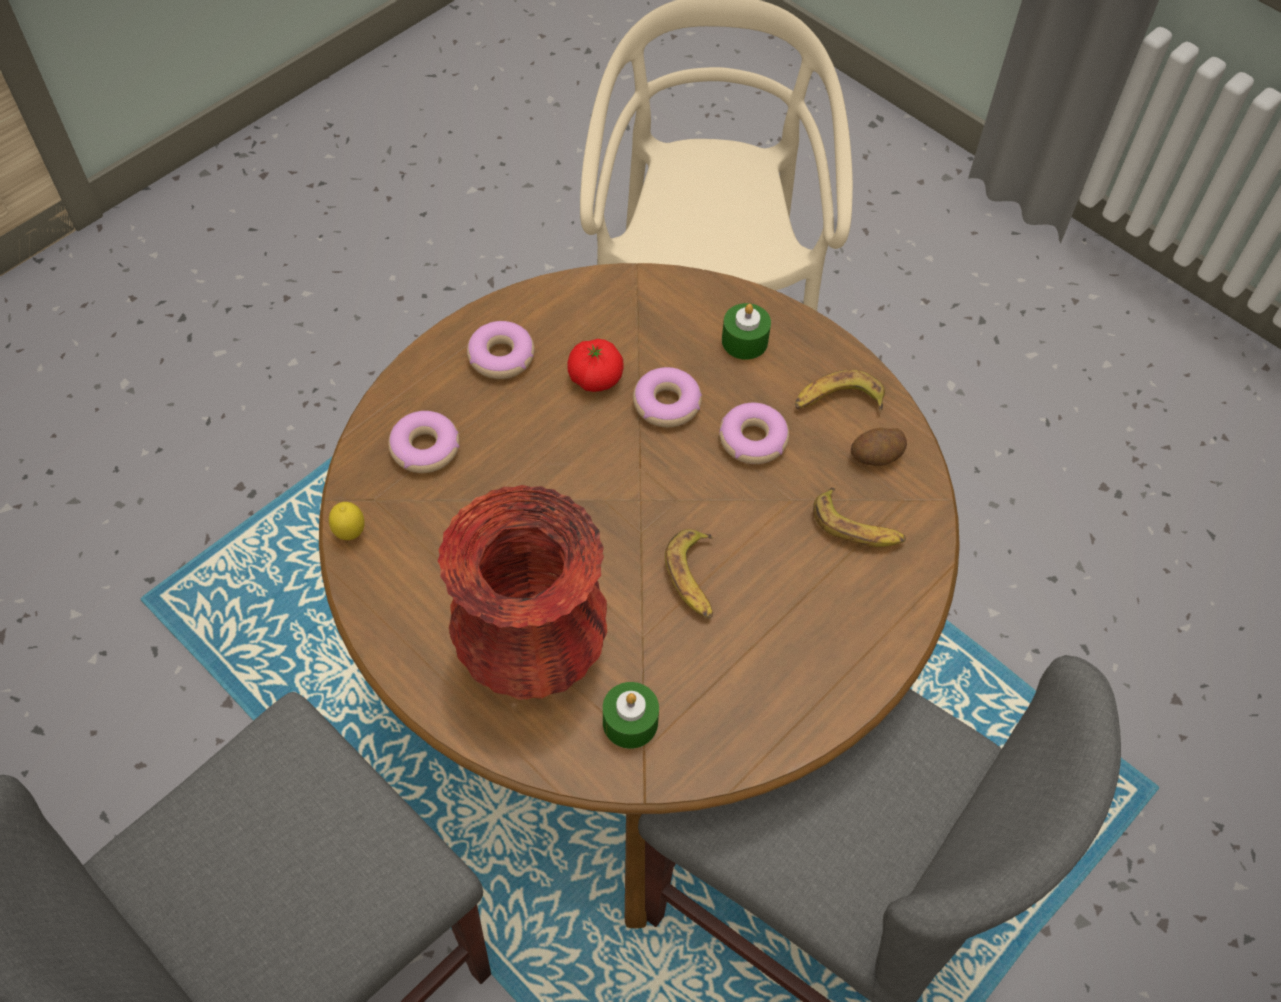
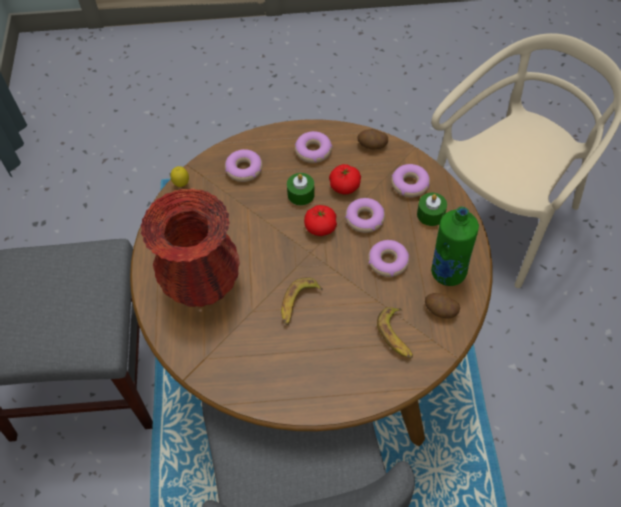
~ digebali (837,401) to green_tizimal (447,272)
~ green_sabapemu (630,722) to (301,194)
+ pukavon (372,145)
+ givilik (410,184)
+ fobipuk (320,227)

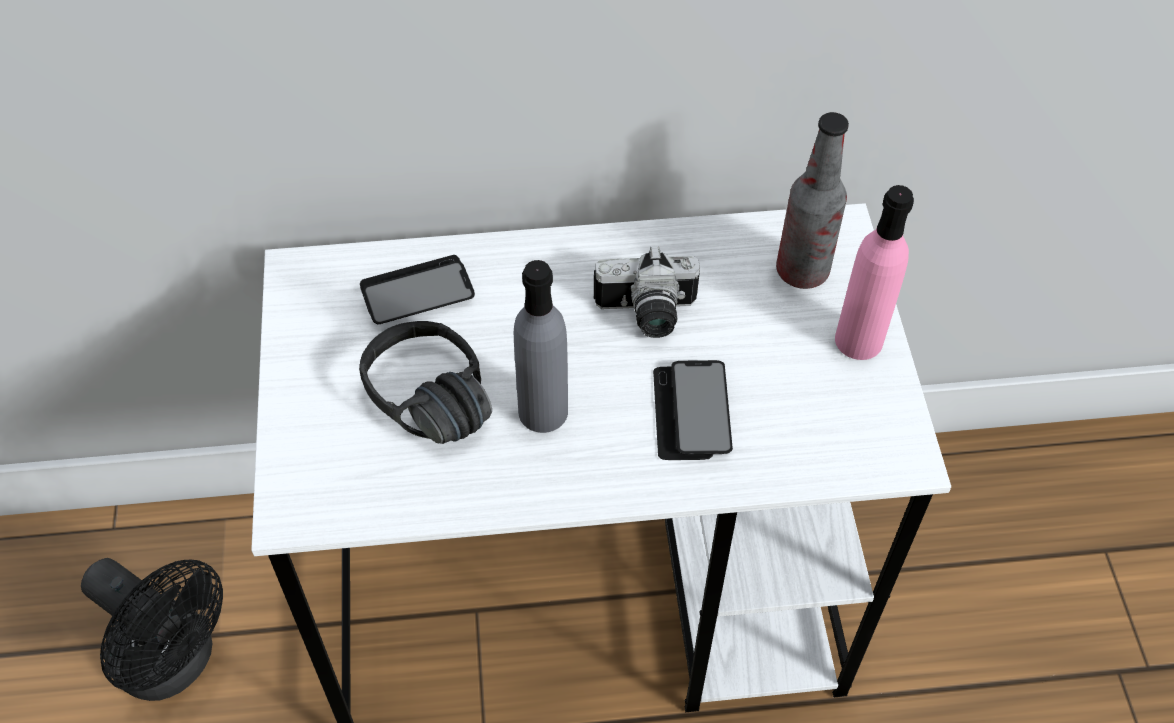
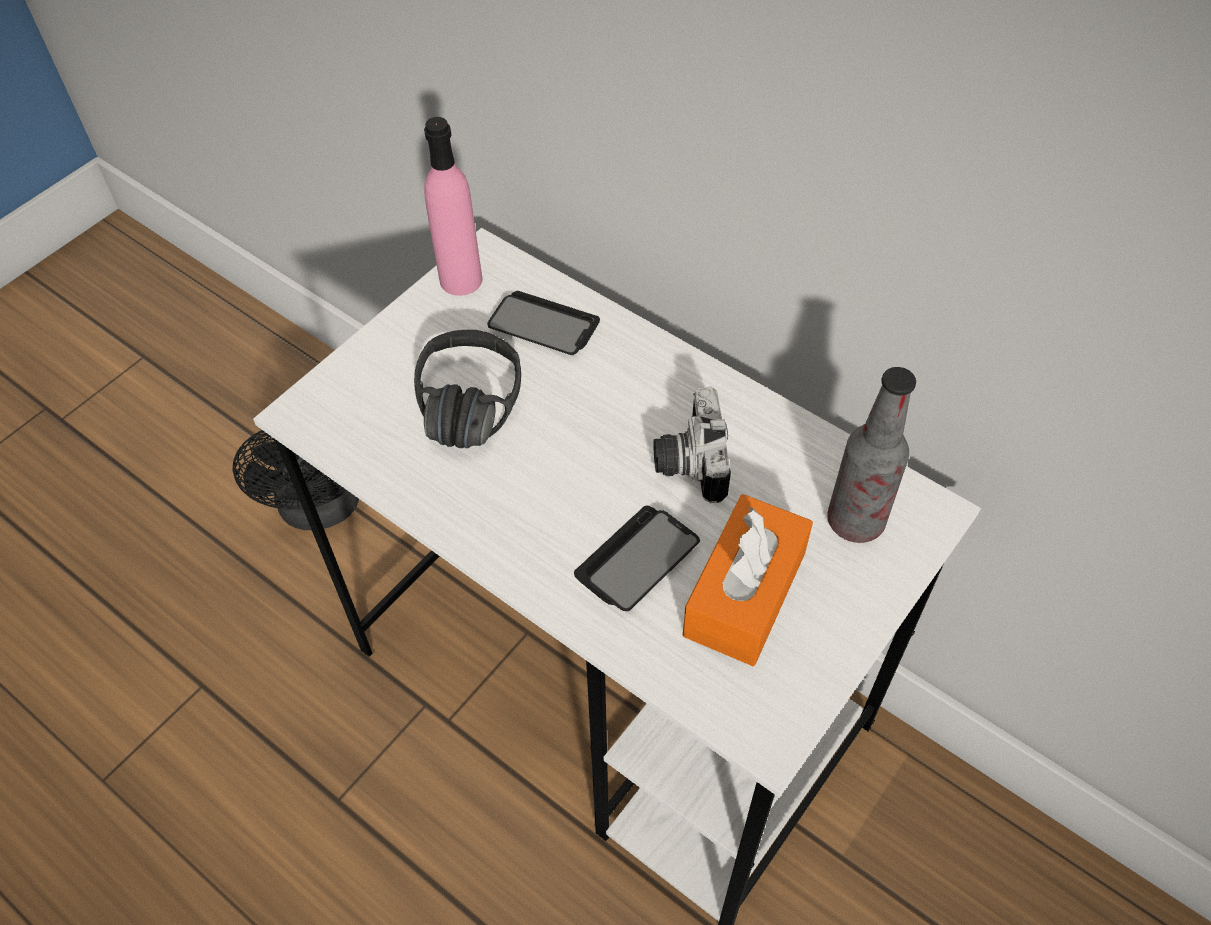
~ pink_tizimal (858,340) to (461,280)
~ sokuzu (646,315) = (688,462) 45 degrees clockwise
- grey_tizimal (543,411)
+ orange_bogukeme (745,594)

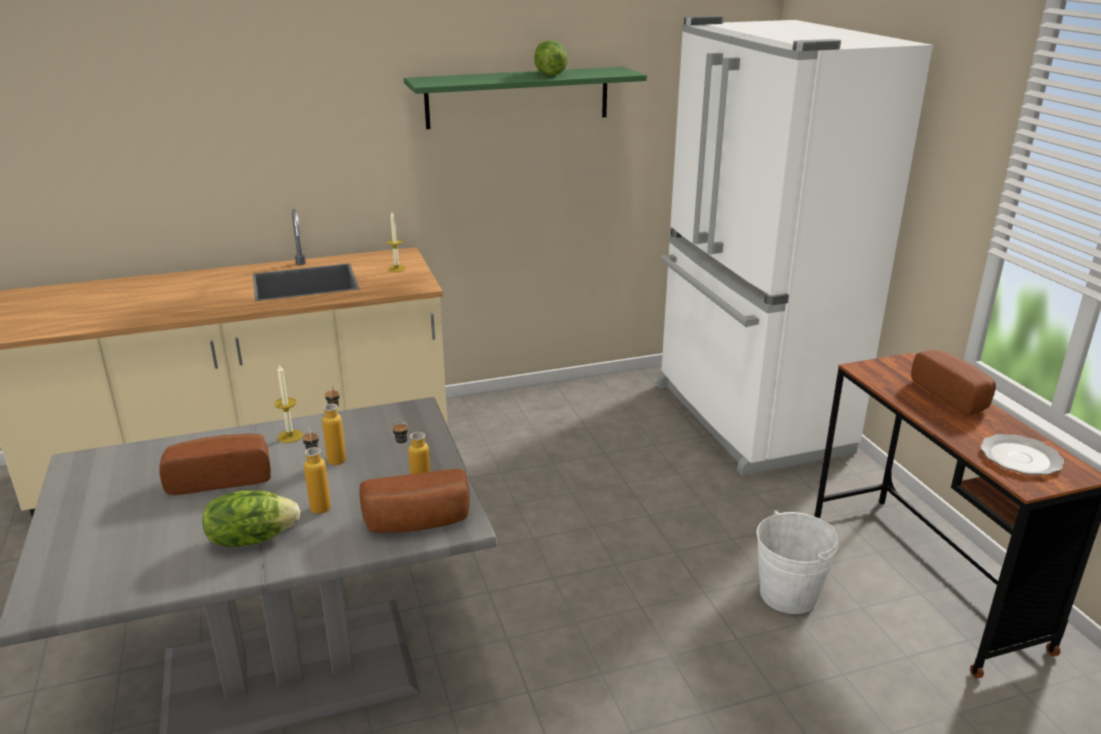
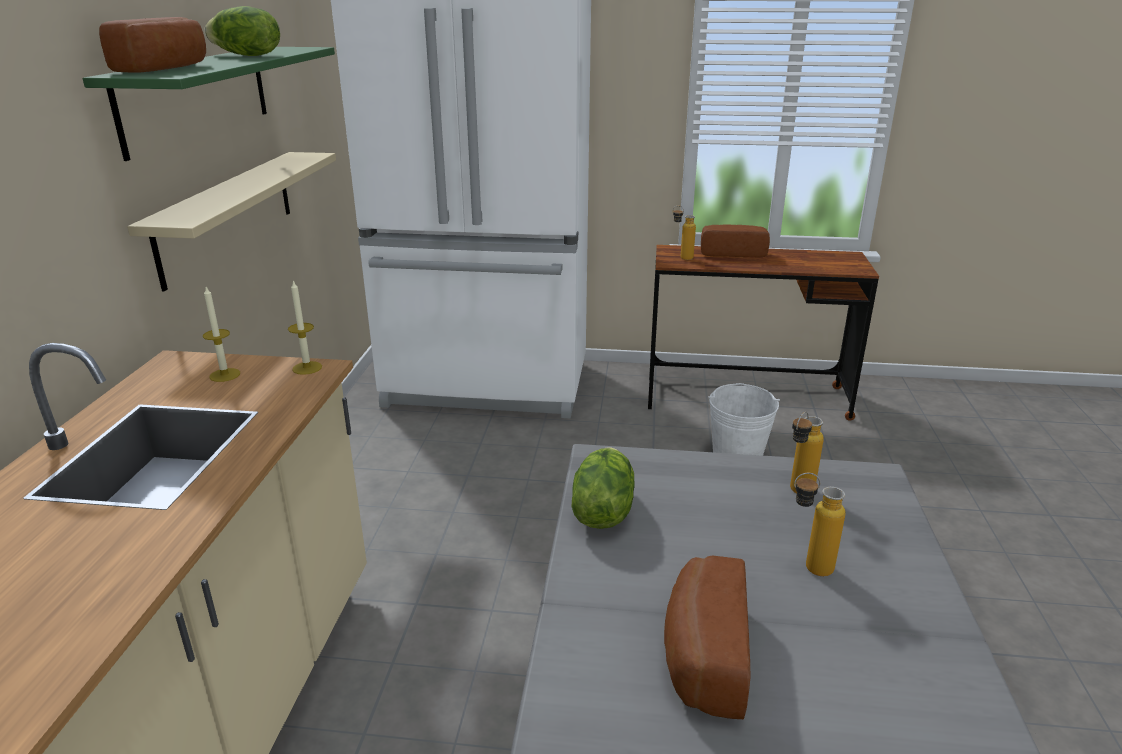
~ sabapemu (290,436) to (307,368)
~ tizimal (338,456) to (681,257)
- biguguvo (1021,458)
~ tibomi (418,523) to (168,68)
~ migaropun (251,538) to (601,511)
+ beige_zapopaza (228,215)

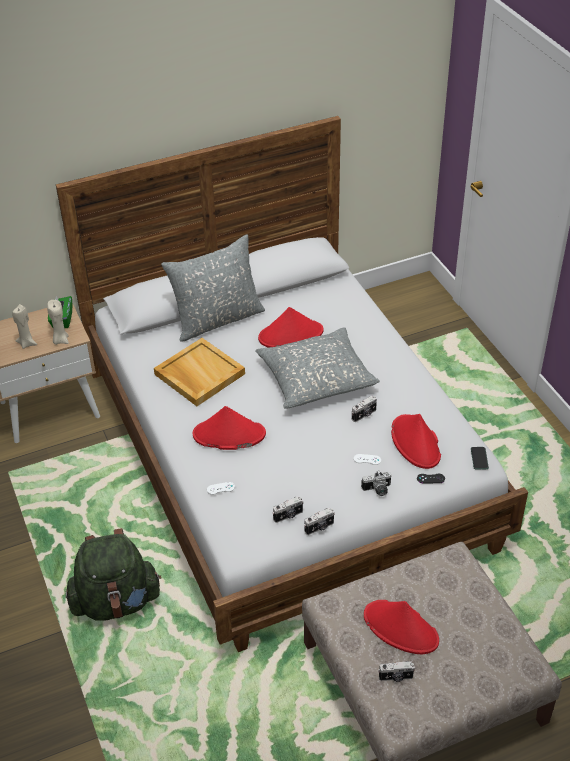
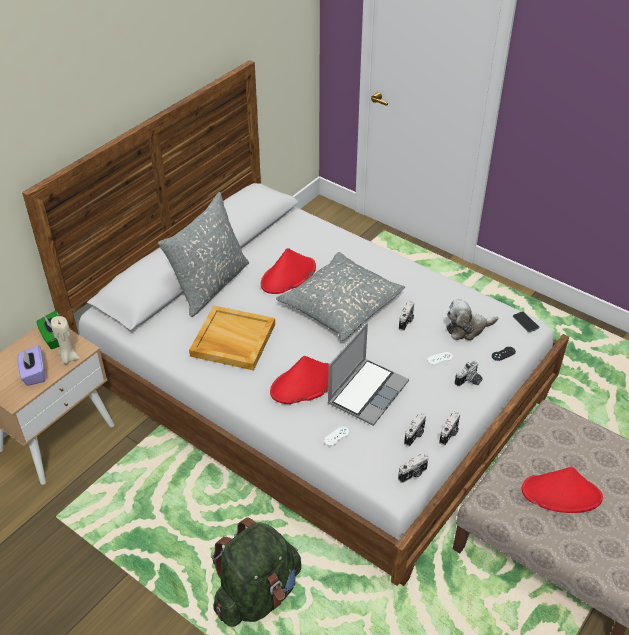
~ beige_sabapemu (27,343) to purple_bogukeme (34,374)
~ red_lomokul (416,442) to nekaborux (467,328)
~ sokuzu (396,677) to (413,474)
+ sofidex (367,392)

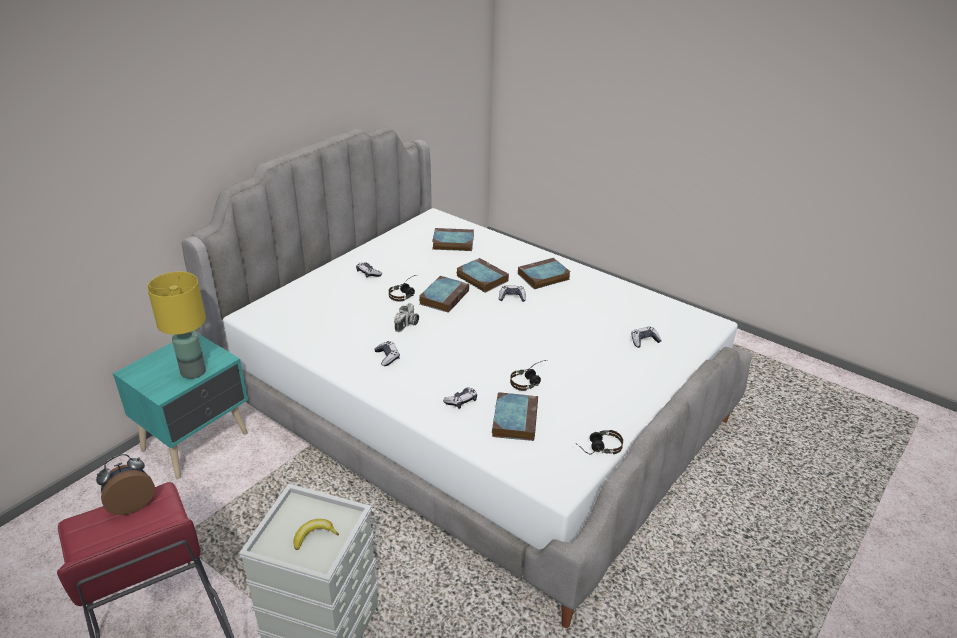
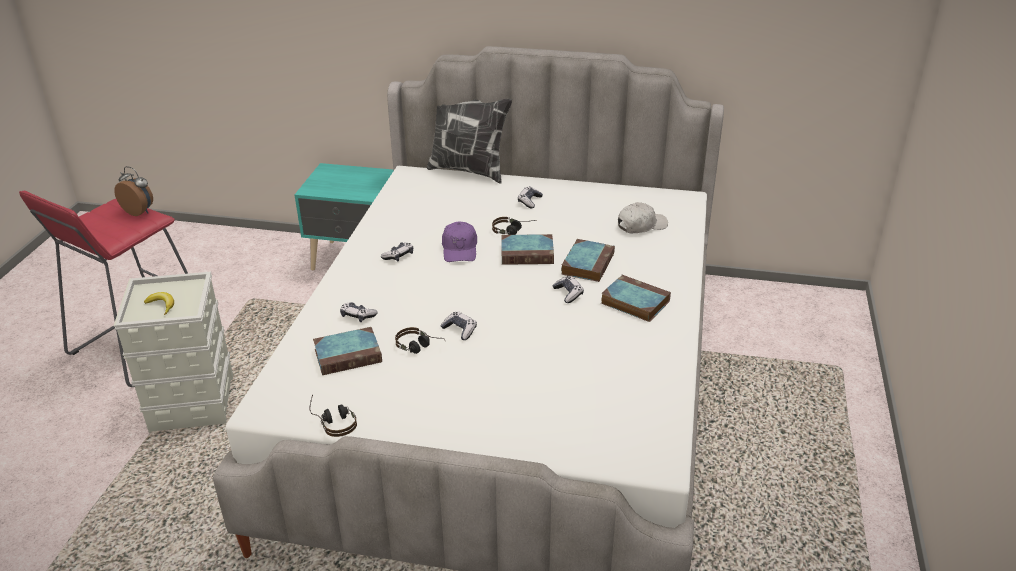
~ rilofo (452,243) to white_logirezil (641,225)
- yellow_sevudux (194,371)
~ sokuzu (407,324) to purple_logirezil (460,249)
~ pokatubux (644,341) to (460,330)
+ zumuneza (467,170)

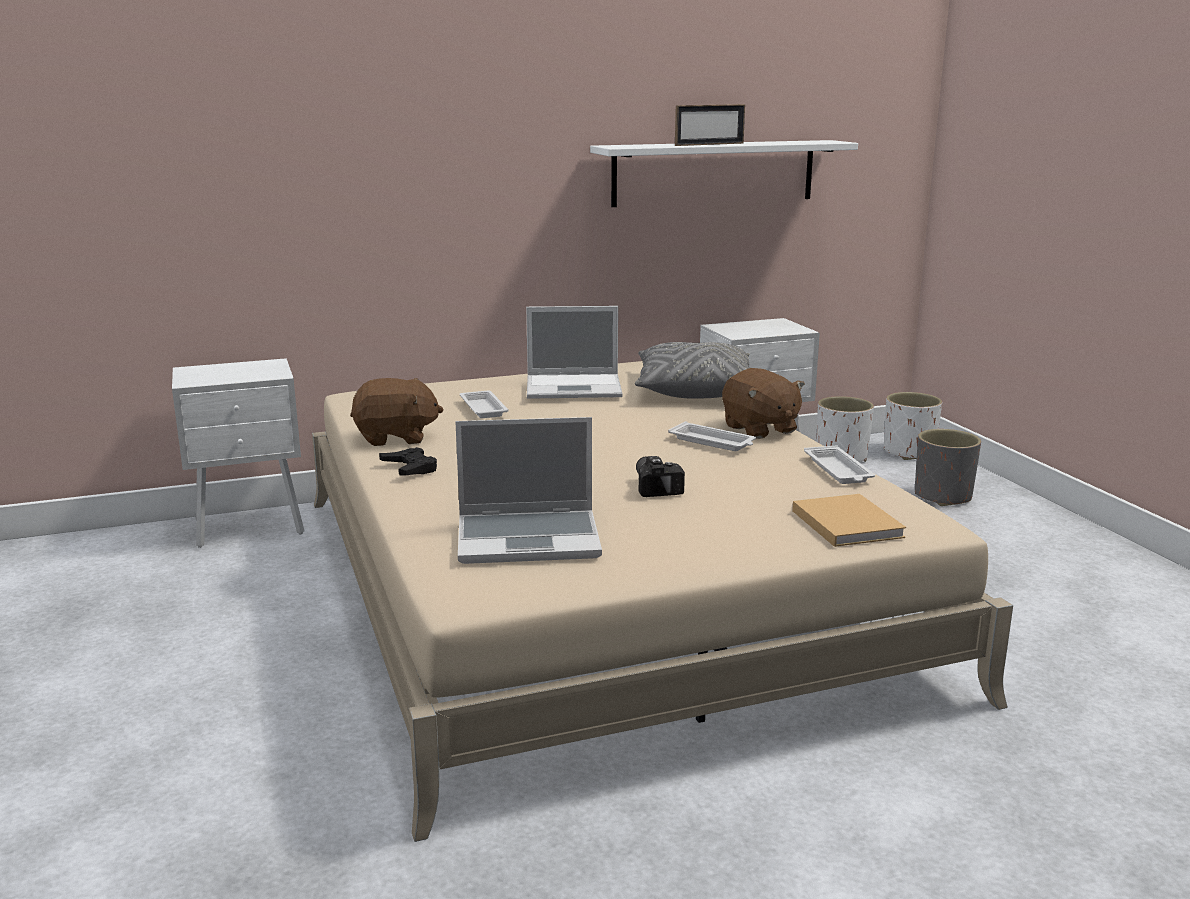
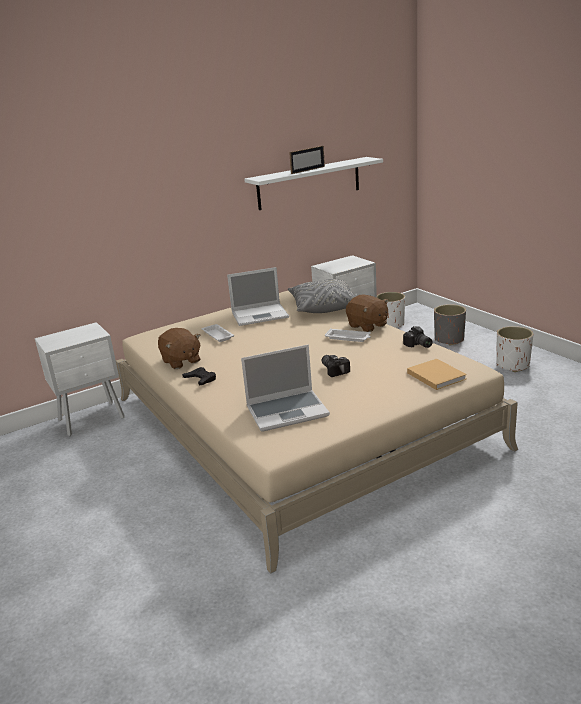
~ brown_nekaborux (396,438) = (181,361) 75 degrees clockwise
~ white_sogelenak (908,452) to (512,365)
~ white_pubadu (838,471) to sokuzu (418,345)

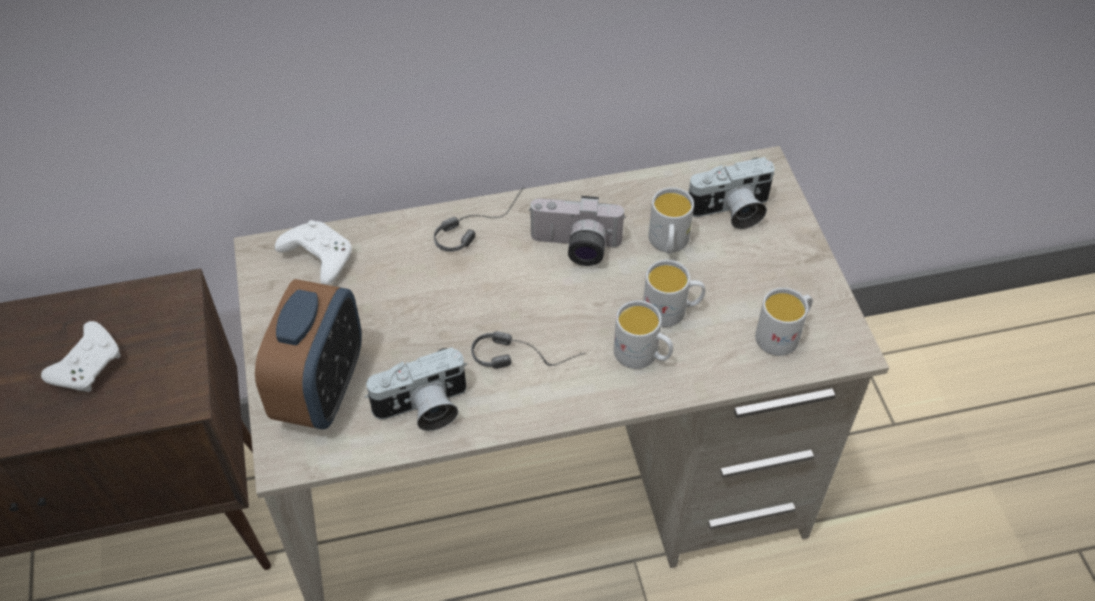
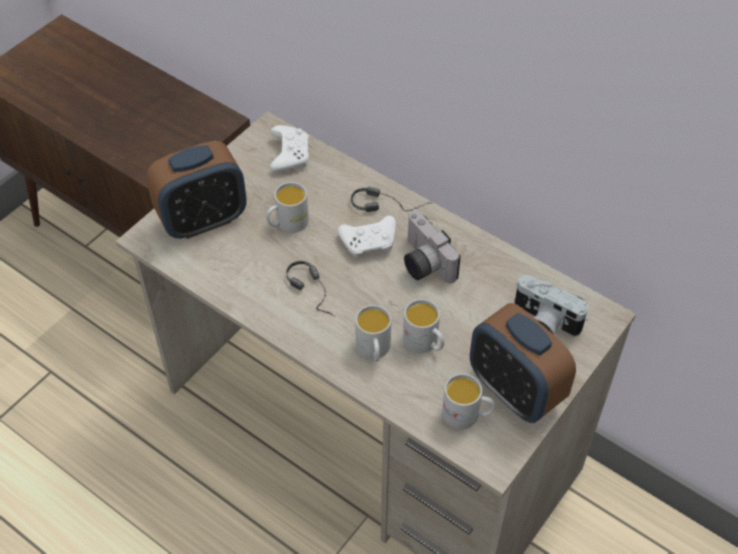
~ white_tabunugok (668,244) to (287,224)
~ white_pokatubux (89,365) to (370,242)
- sokuzu (423,409)
+ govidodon (514,390)

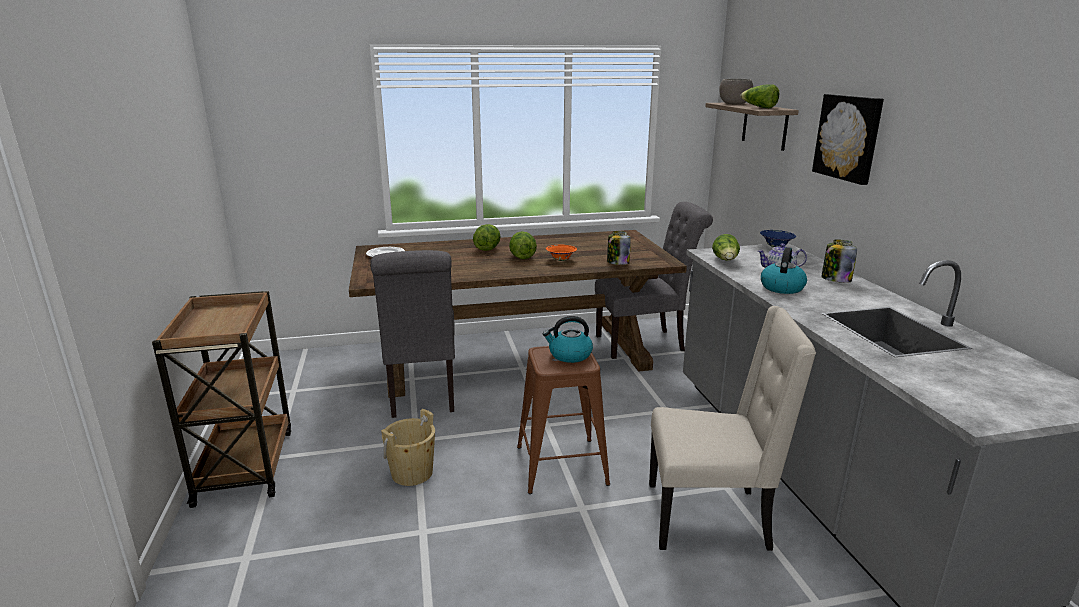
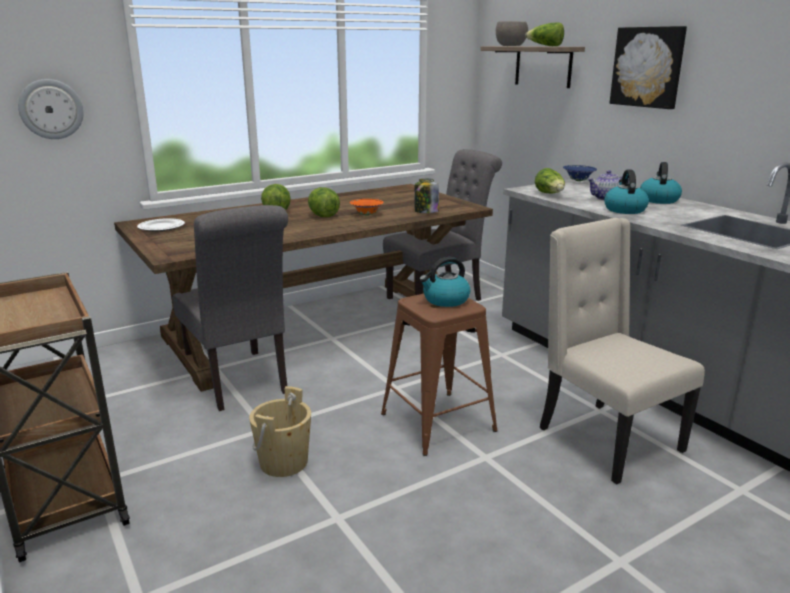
~ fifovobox (835,279) to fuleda (658,200)
~ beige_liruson (710,517) = (605,439) 105 degrees counterclockwise
+ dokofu (51,109)

